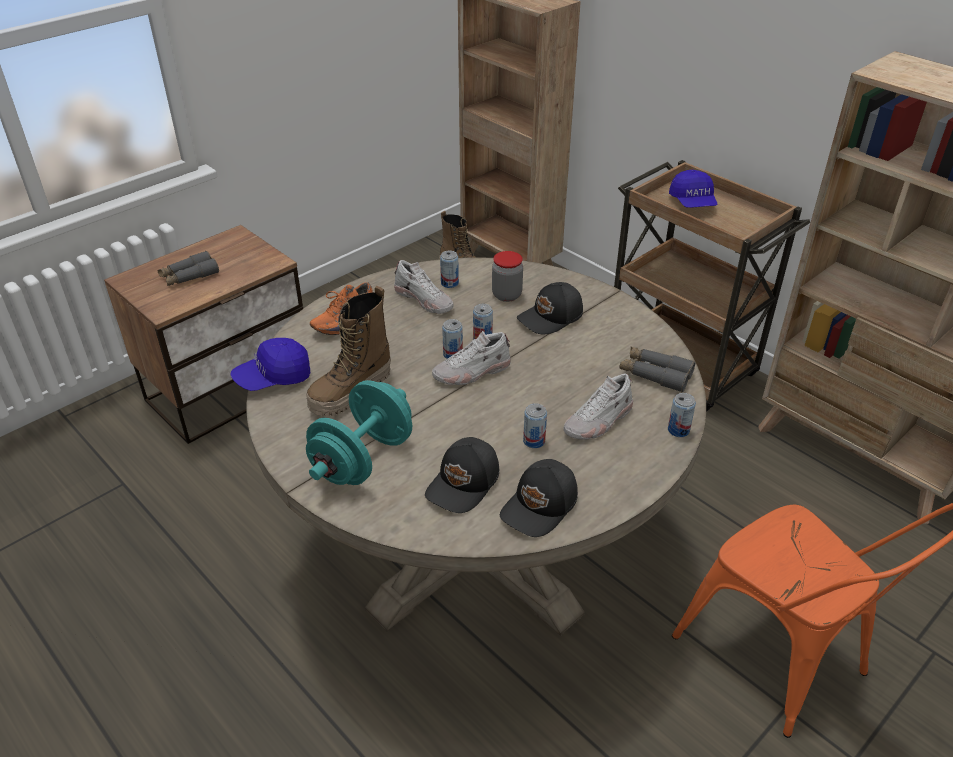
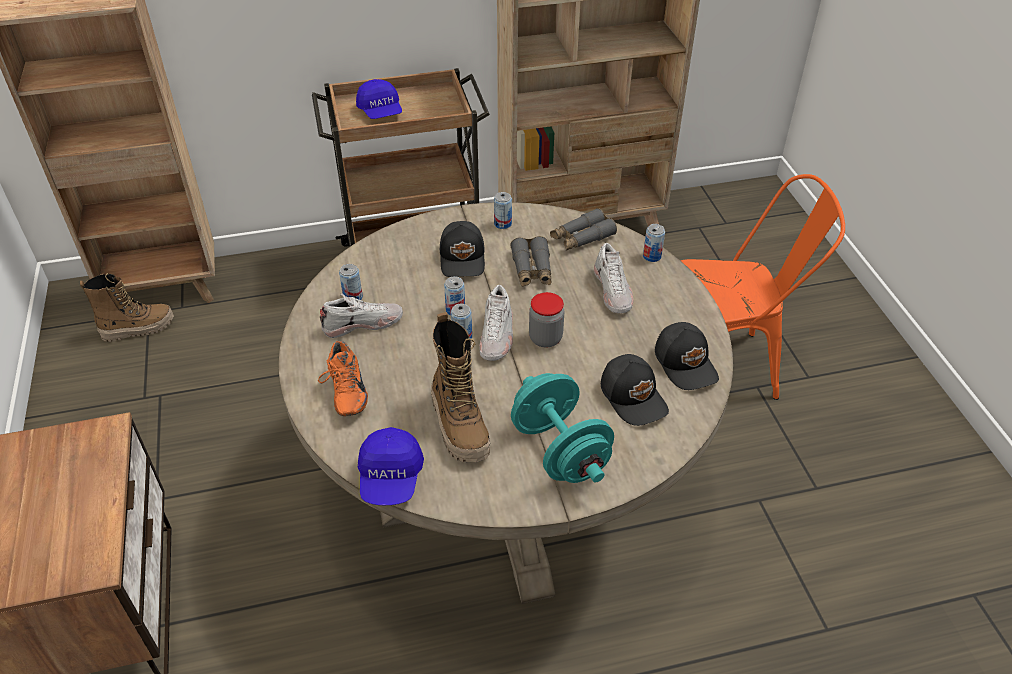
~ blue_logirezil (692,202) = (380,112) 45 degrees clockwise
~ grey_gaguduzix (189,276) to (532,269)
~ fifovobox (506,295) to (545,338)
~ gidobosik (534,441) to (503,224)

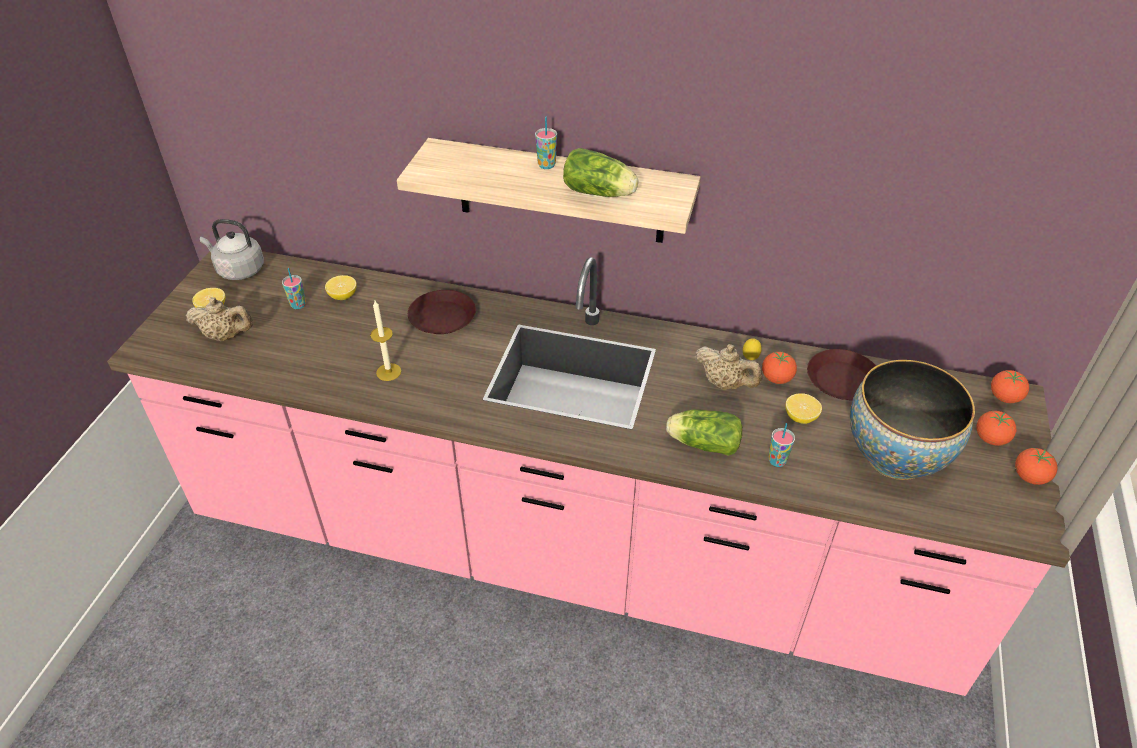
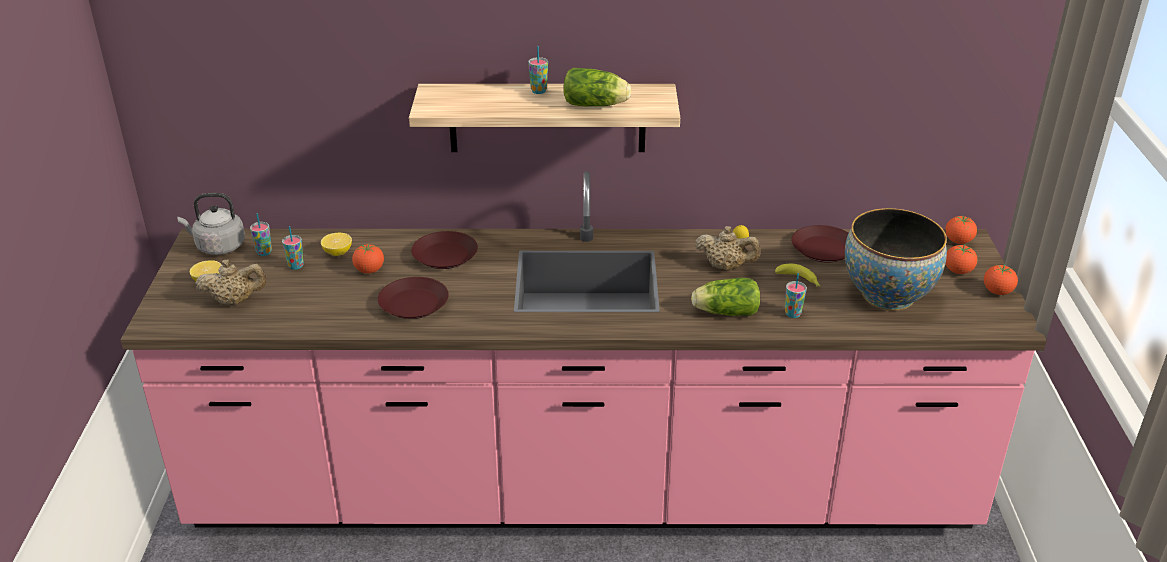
~ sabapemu (388,372) to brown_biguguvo (414,304)
~ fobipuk (776,379) to (369,270)
~ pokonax (800,417) to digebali (799,280)
+ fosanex (264,252)

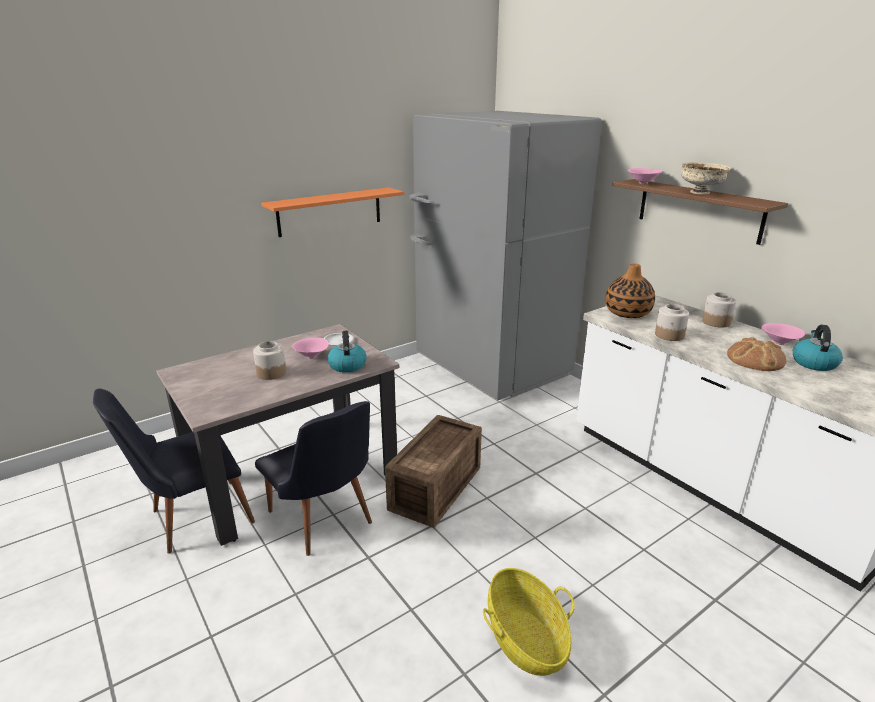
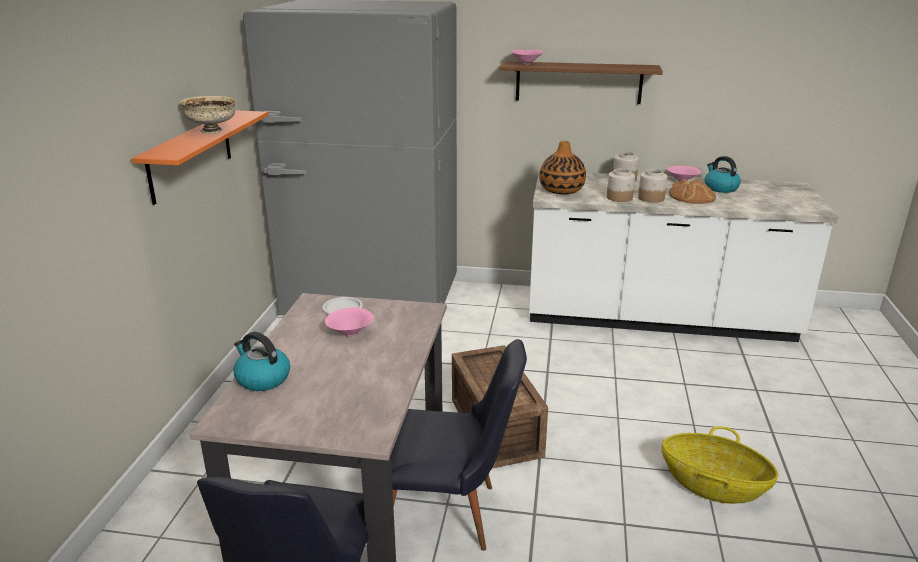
~ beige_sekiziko (700,192) to (213,131)
~ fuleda (347,365) to (262,379)
~ fifovobox (271,373) to (650,198)

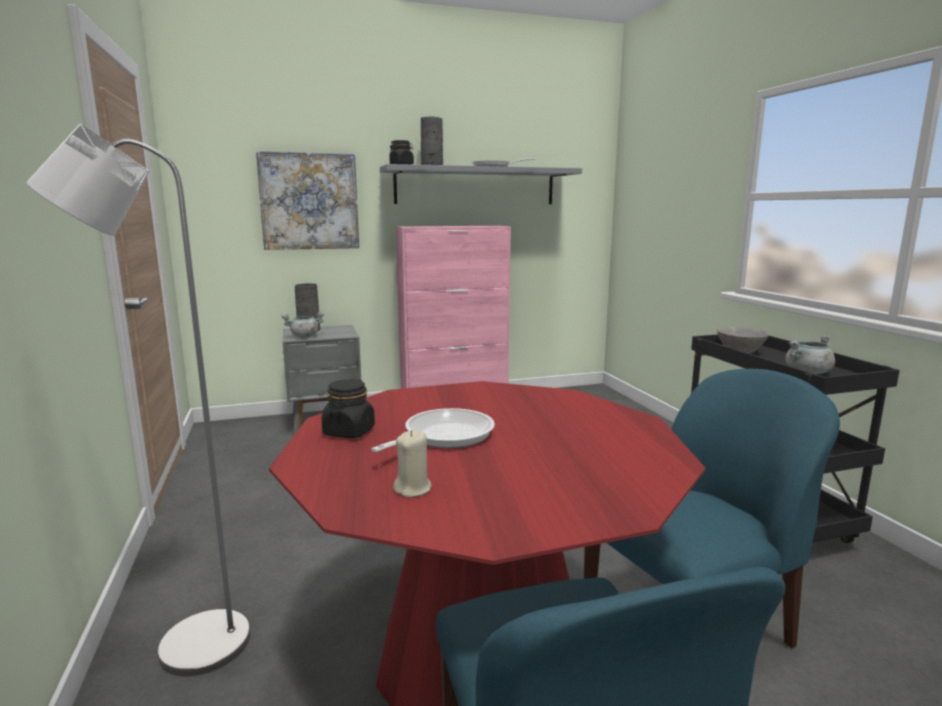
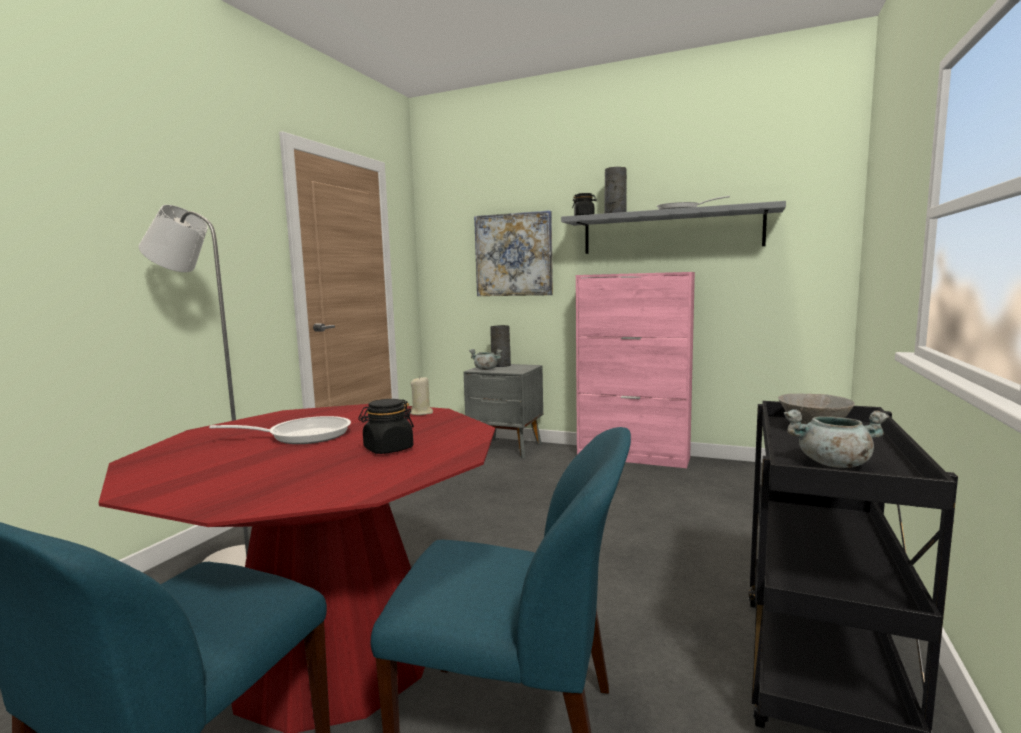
~ black_fifovobox (349,432) to (388,449)
~ beige_sabapemu (413,489) to (421,413)

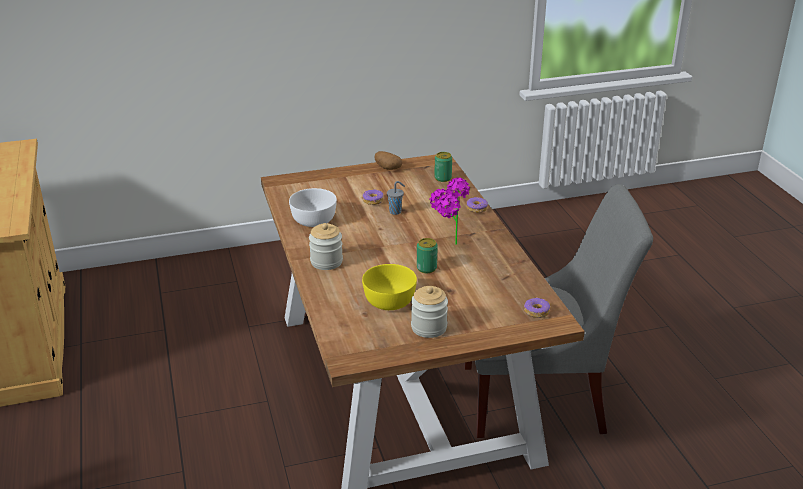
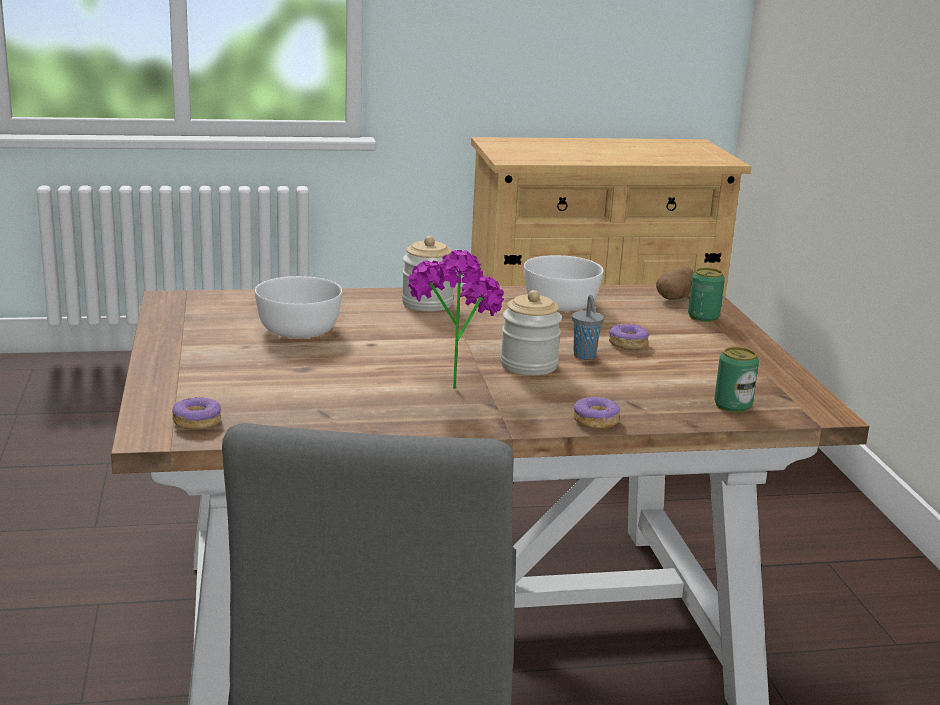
~ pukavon (387,168) to (675,298)
~ gidobosik (426,268) to (703,317)
~ yellow_sekiziko (390,300) to white_sekiziko (299,330)
~ fifovobox (429,327) to (529,365)

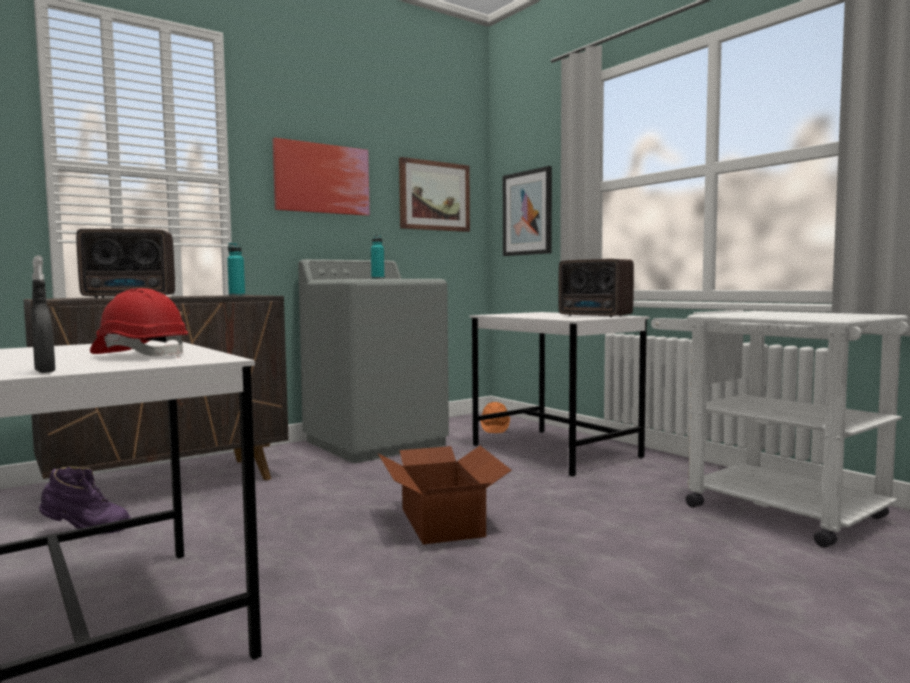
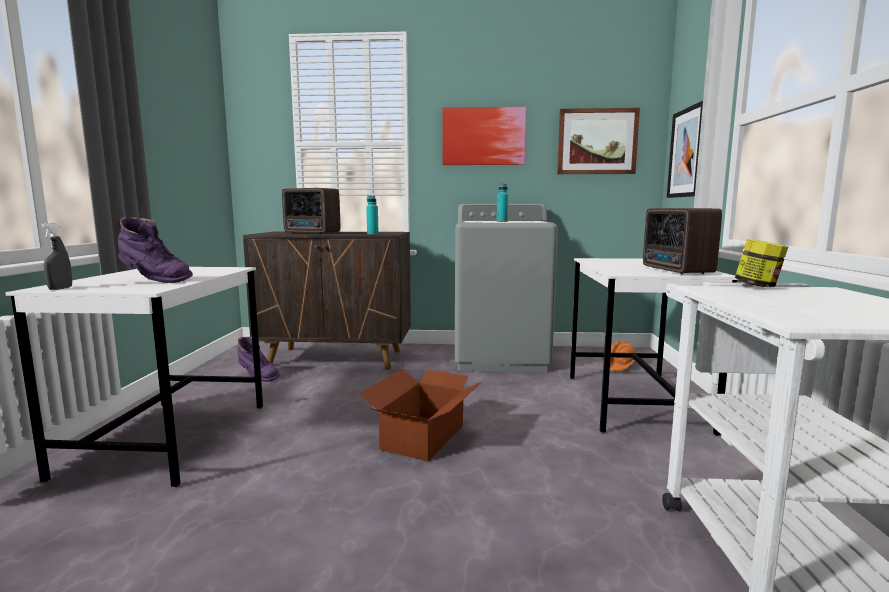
~ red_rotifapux (141,355) to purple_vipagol (154,281)
+ fifovobox (758,286)

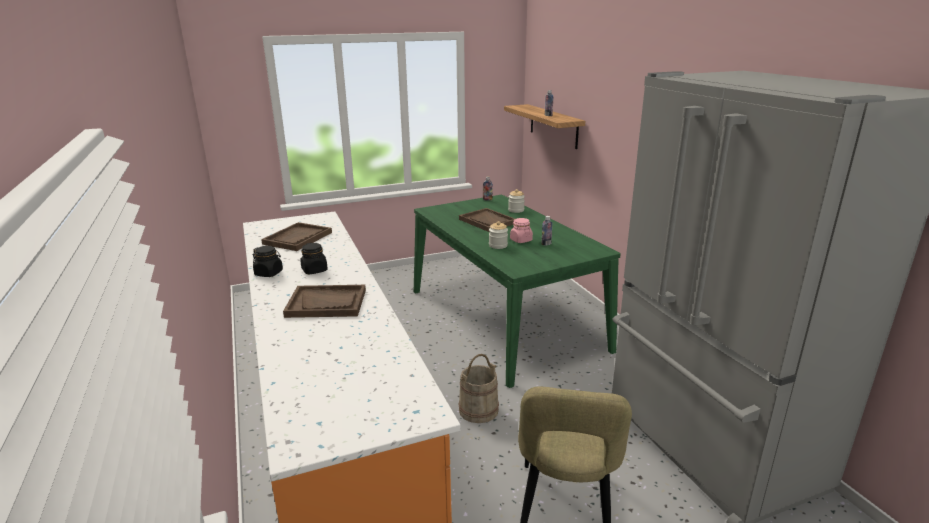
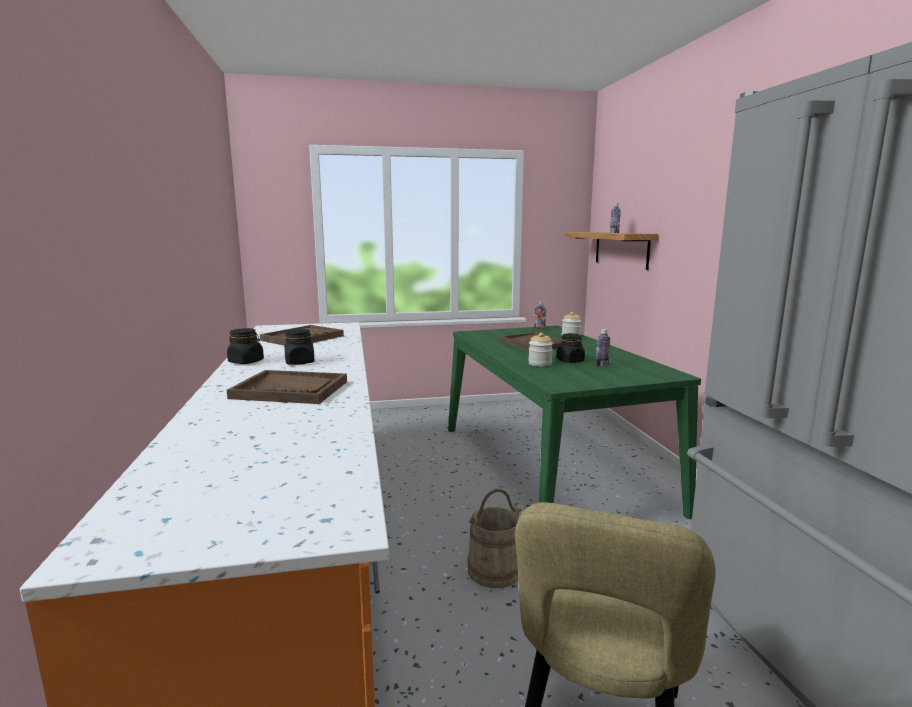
~ pink_fifovobox (521,240) to black_fifovobox (570,361)

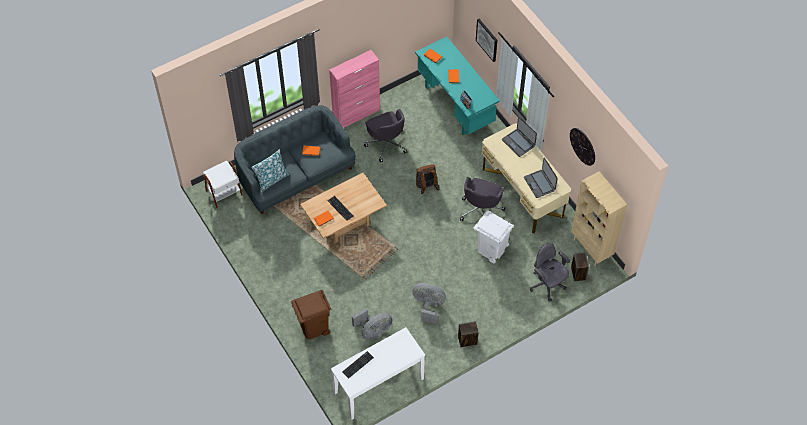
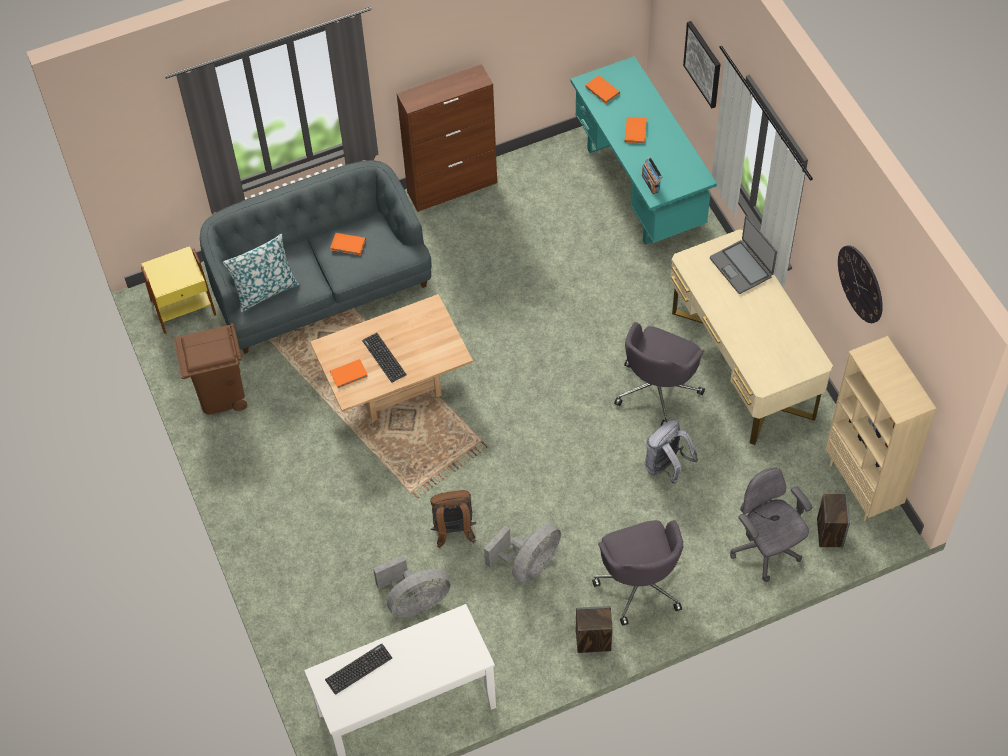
~ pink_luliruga (356,114) to brown_luliruga (452,187)
~ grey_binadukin (386,143) to (639,583)
- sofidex (539,184)
~ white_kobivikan (224,193) to yellow_kobivikan (184,308)
~ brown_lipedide (426,187) to (453,532)
~ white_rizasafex (491,249) to grey_lipedide (666,467)
~ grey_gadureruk (428,306) = (528,565) 105 degrees clockwise
~ brown_rizasafex (314,327) to (221,394)

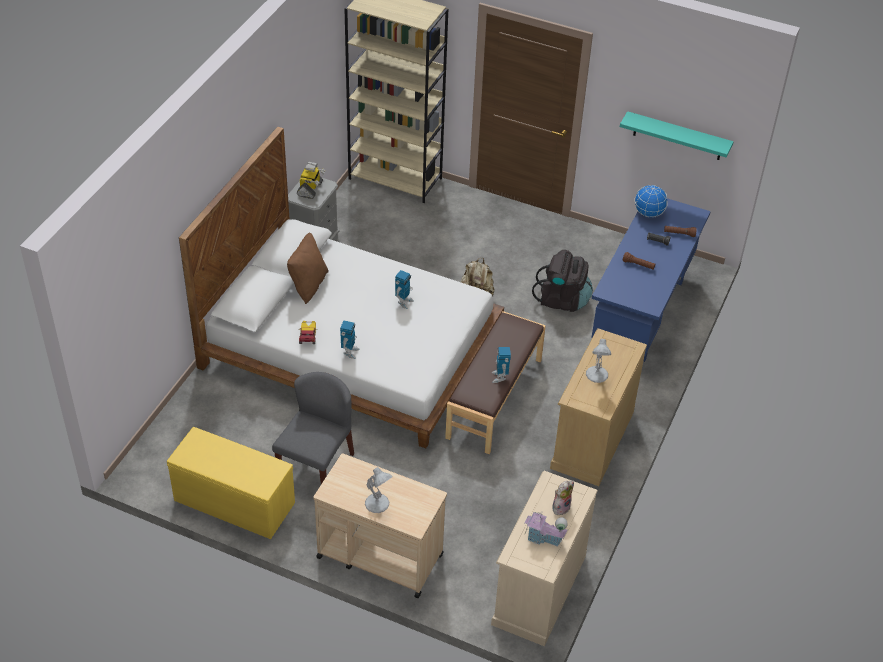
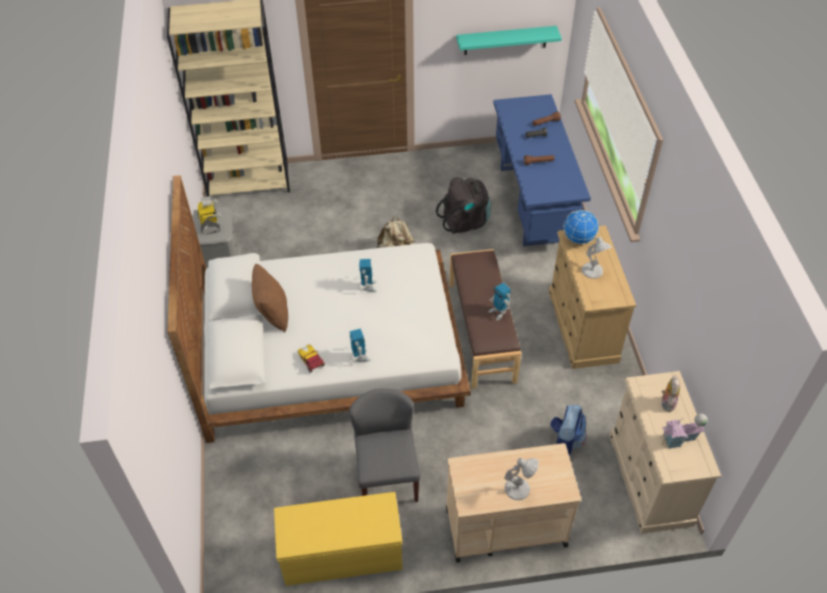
~ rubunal (649,213) to (579,239)
+ lipedide (565,441)

